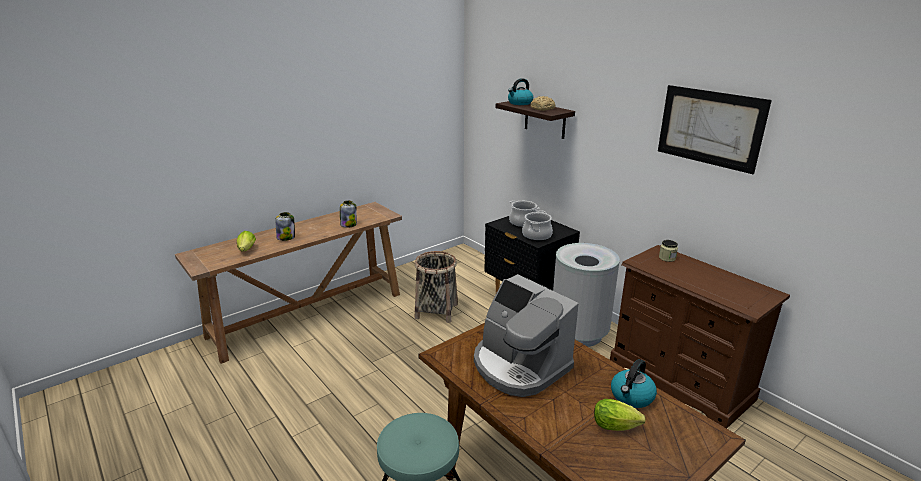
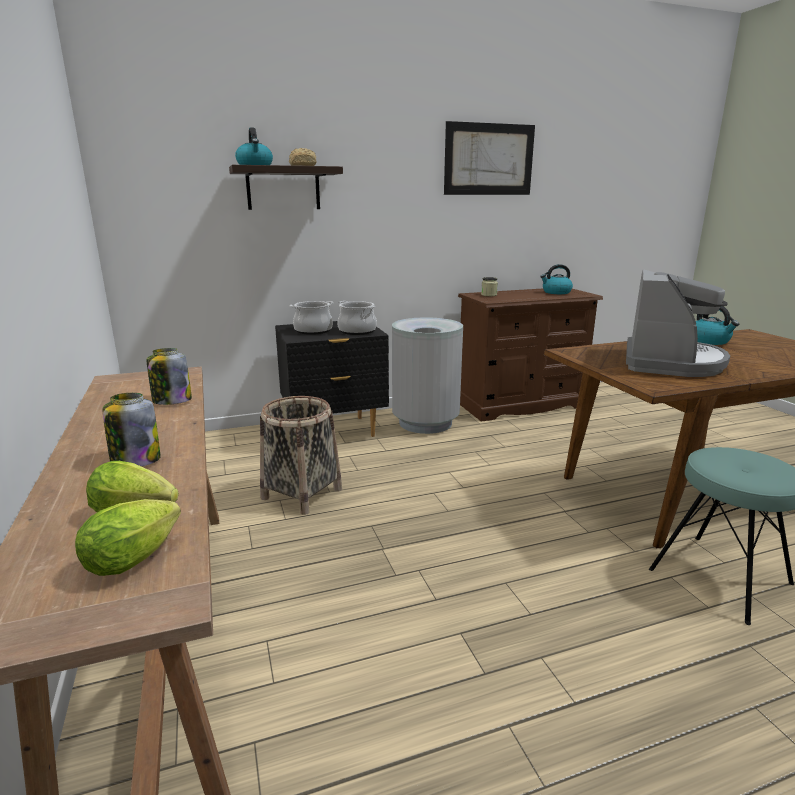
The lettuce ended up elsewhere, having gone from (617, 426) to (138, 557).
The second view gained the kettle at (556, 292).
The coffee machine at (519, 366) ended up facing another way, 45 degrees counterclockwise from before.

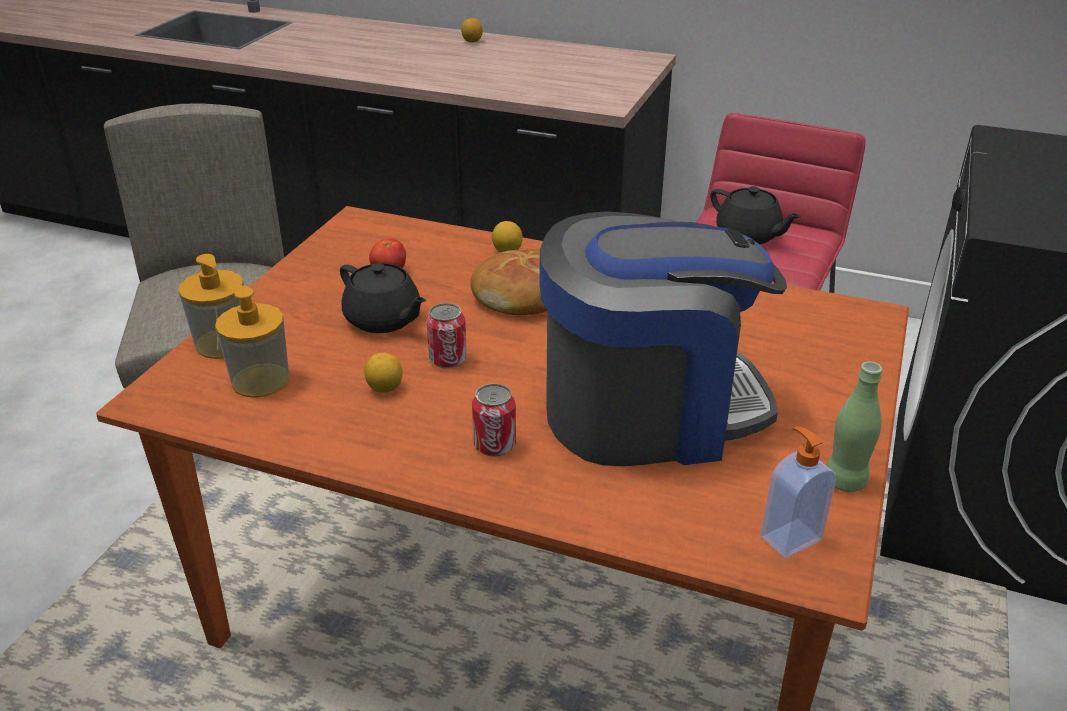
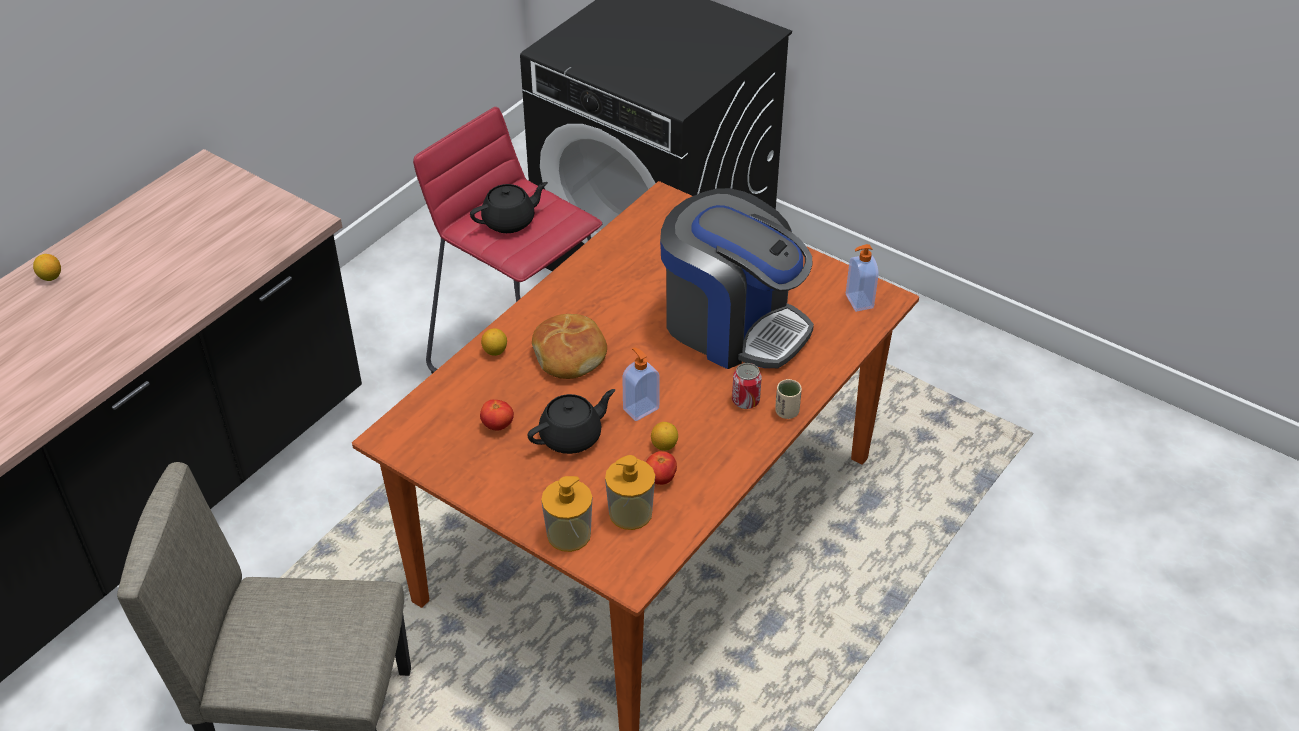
Where the can stood at (448, 359), the soap dispenser came to stand at (640, 408).
The second view gained the tomato at (660, 478).
The coffee machine at (649, 410) ended up facing another way, 120 degrees clockwise from before.
The second view gained the cup (beige) at (787, 412).
The second view lost the bottle (green) at (844, 481).

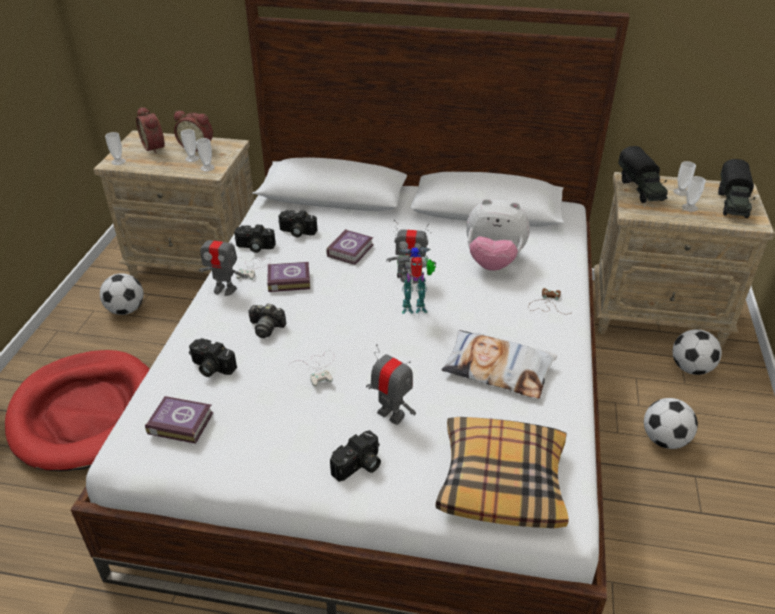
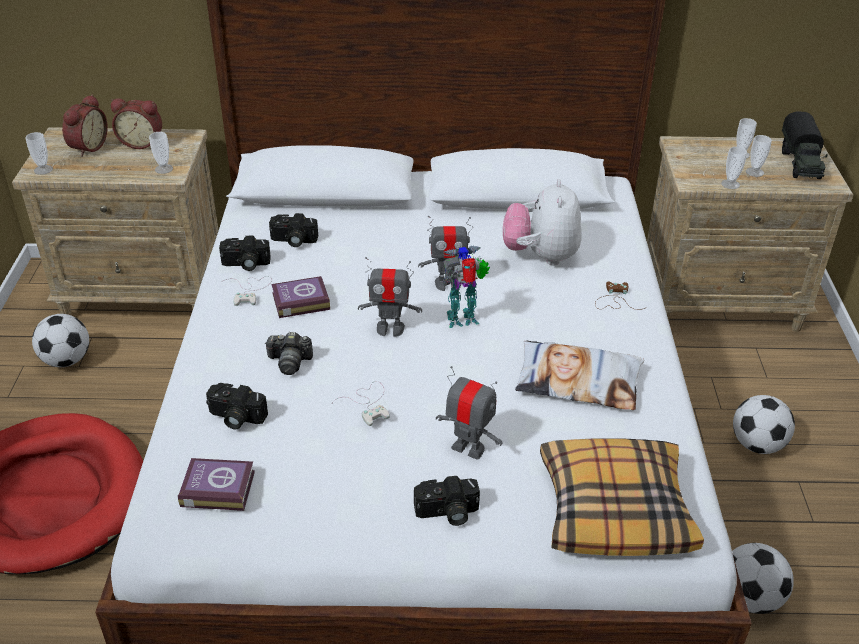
The alarm clock at (156, 147) ended up facing another way, 120 degrees counterclockwise from before.
The toy robot ended up elsewhere, having gone from (225, 289) to (390, 329).
The photo camera at (359, 467) ended up facing another way, 45 degrees clockwise from before.
The plush toy at (493, 262) ended up facing another way, 90 degrees clockwise from before.
The cup ended up elsewhere, having gone from (192, 158) to (730, 184).
The football ended up elsewhere, having gone from (691, 368) to (749, 598).
The second view lost the book at (351, 250).
The second view lost the toy truck at (640, 189).

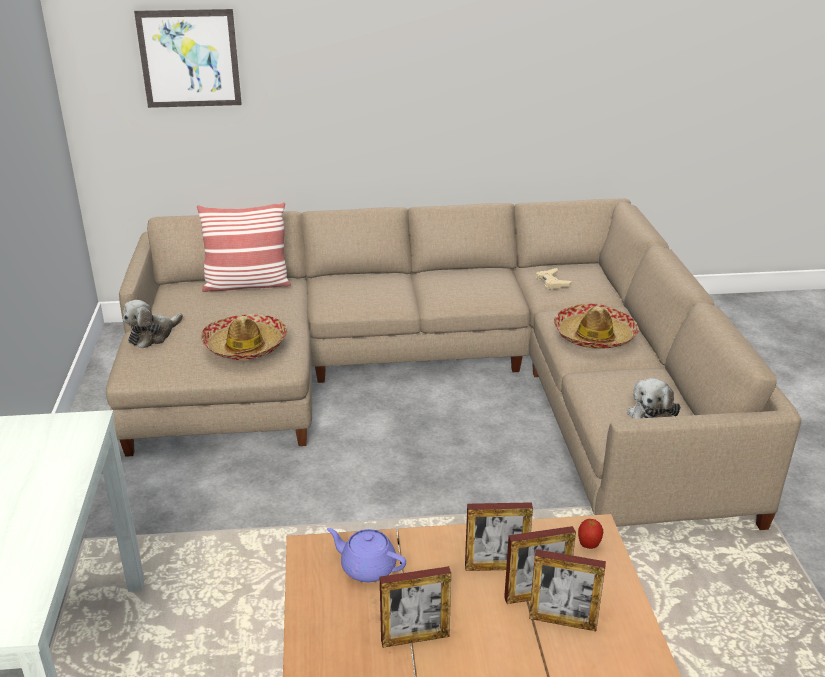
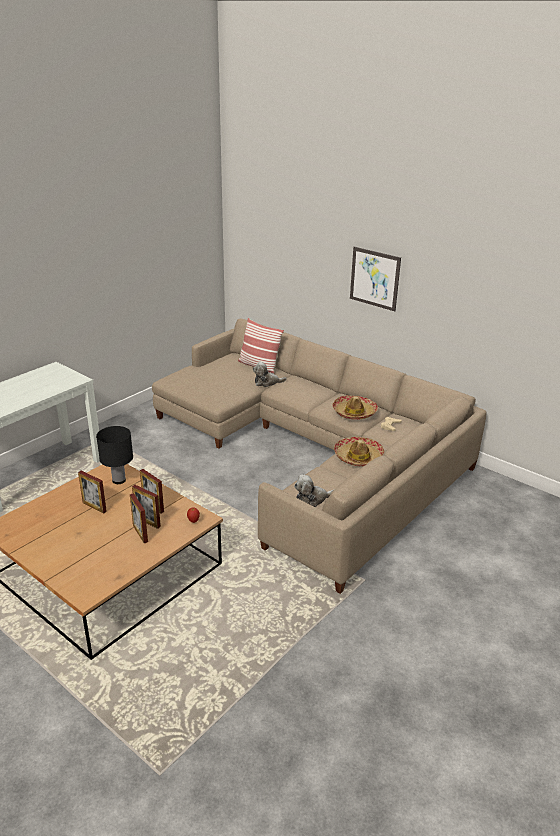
Where the teapot (purple) stood at (367, 567), the table lamp (black) came to stand at (118, 480).
The plush toy ended up elsewhere, having gone from (153, 335) to (267, 382).
The hat ended up elsewhere, having gone from (245, 346) to (354, 412).
The picture ended up elsewhere, having gone from (189, 59) to (374, 278).

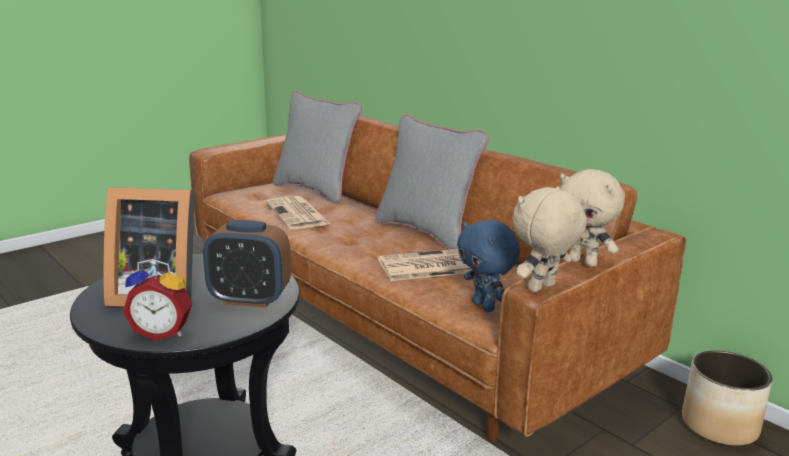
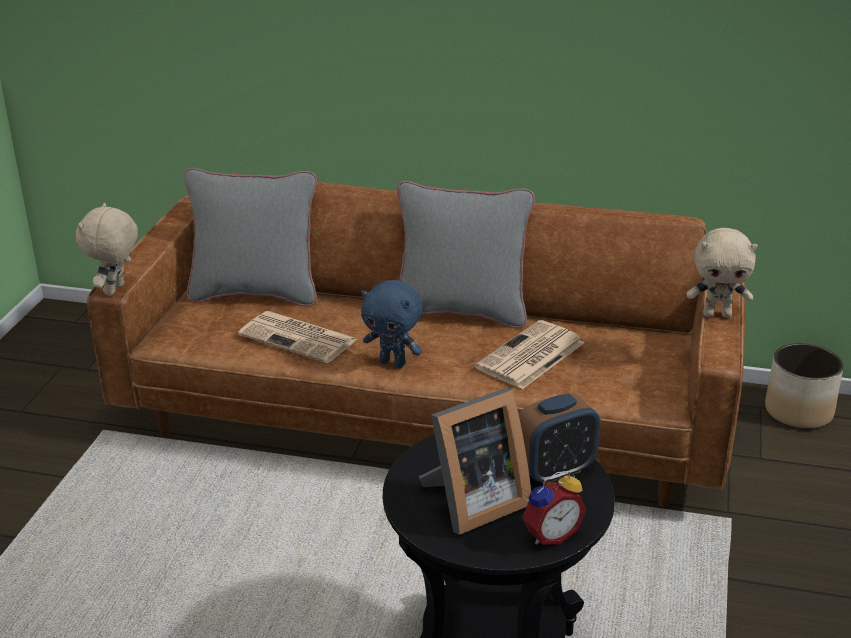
The plush toy (beige) ended up elsewhere, having gone from (542, 288) to (116, 290).
The plush toy (blue) ended up elsewhere, having gone from (485, 306) to (393, 363).

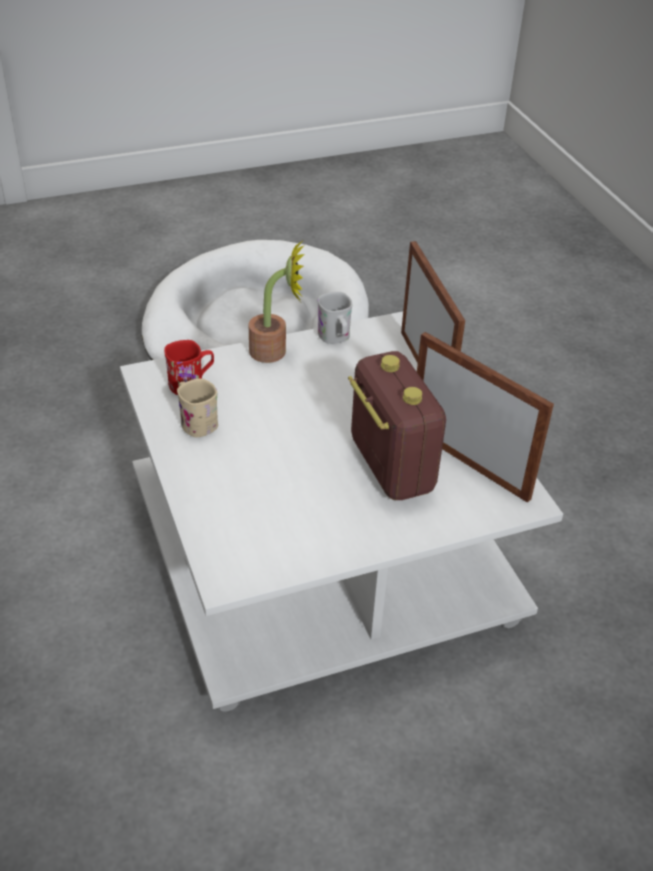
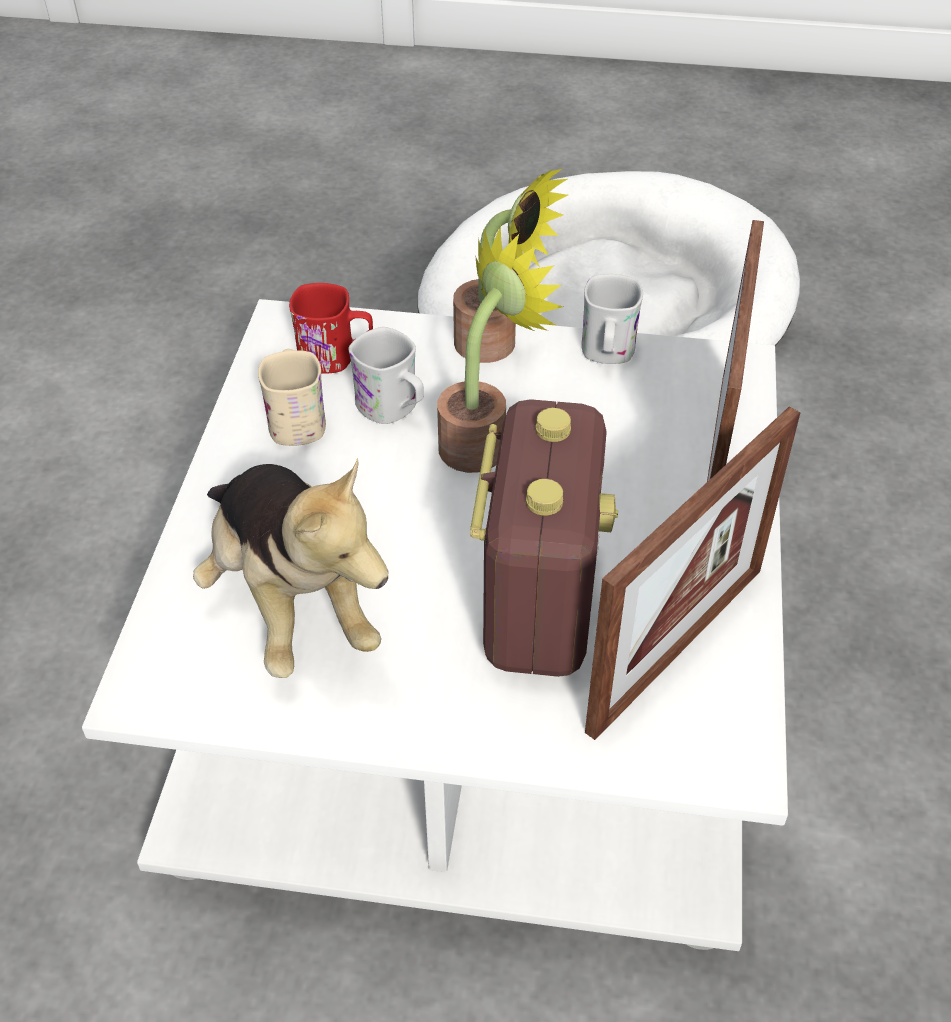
The second view gained the plush toy at (290, 601).
The second view gained the mug (white) at (393, 409).
The second view gained the potted plant at (482, 441).
The picture frame at (468, 463) ended up facing another way, 60 degrees clockwise from before.

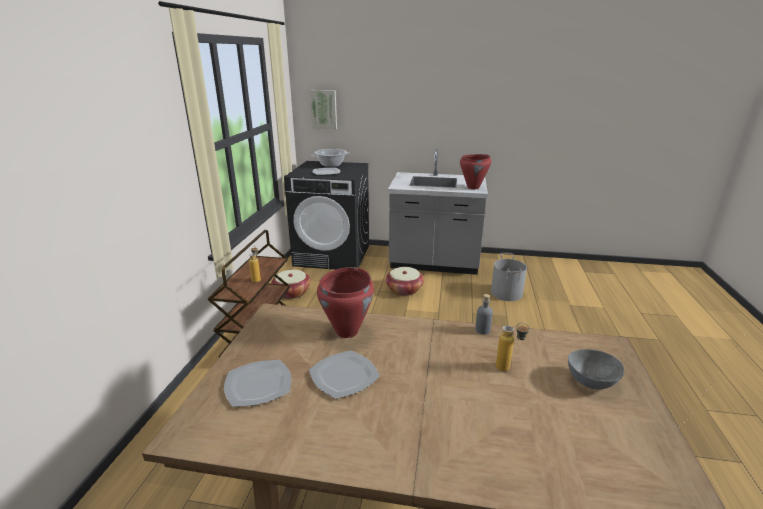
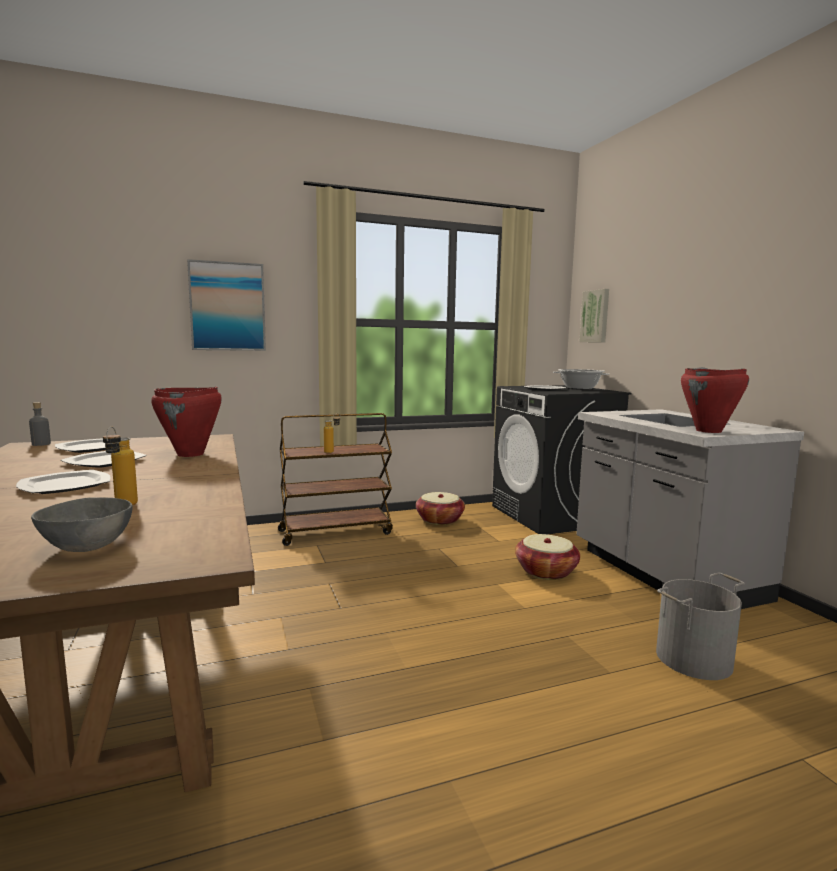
The second view gained the plate at (64, 485).
The bottle (grey) ended up elsewhere, having gone from (482, 330) to (41, 444).
The second view gained the picture at (227, 306).

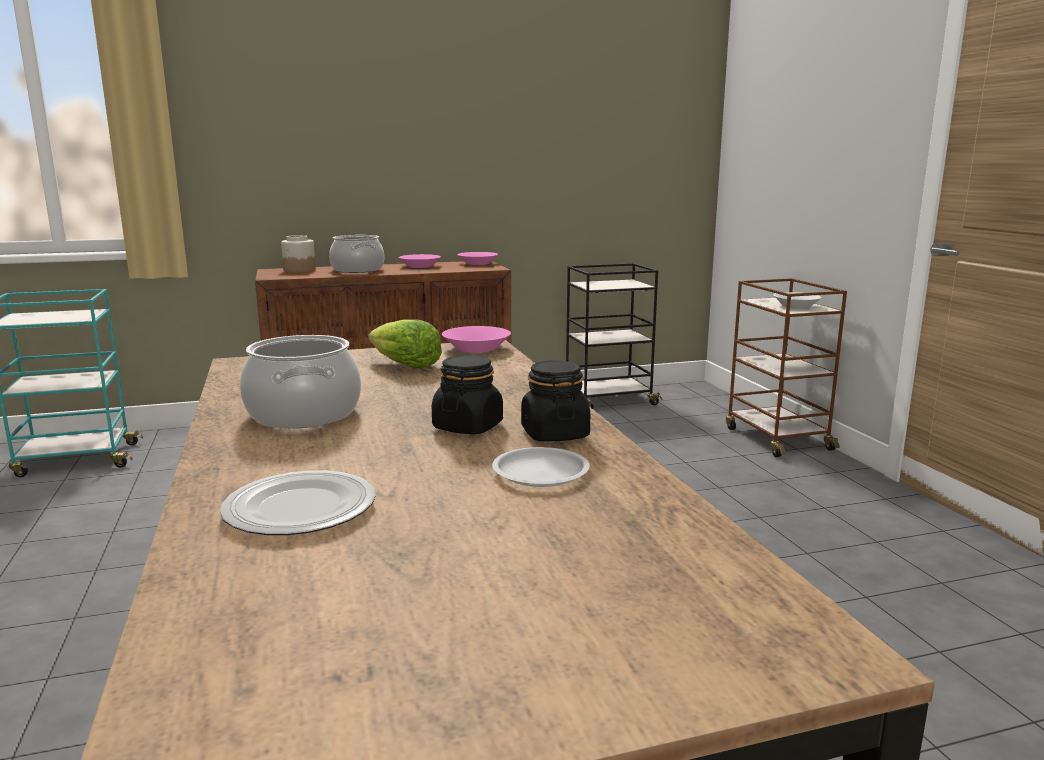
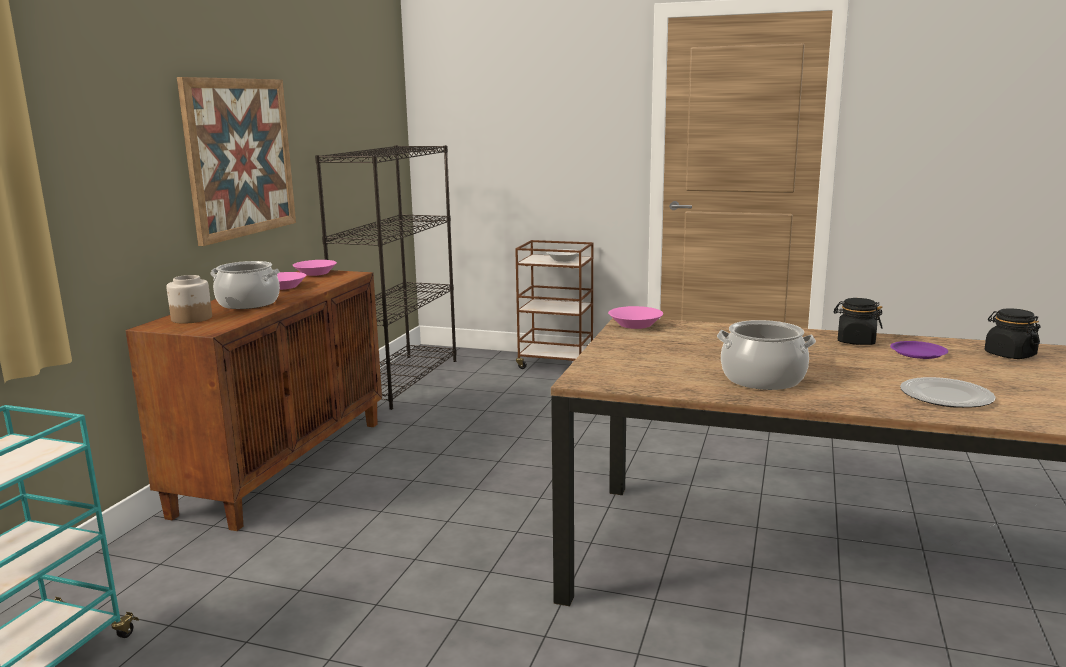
The second view gained the picture at (240, 157).
Where the cart (black) stood at (609, 400), the bookcase (black) came to stand at (400, 380).
What was the plate (white) at (539, 473) turned into the plate (purple) at (918, 353).
The jar (black) ended up elsewhere, having gone from (468, 427) to (1009, 355).
The second view lost the lettuce at (404, 365).

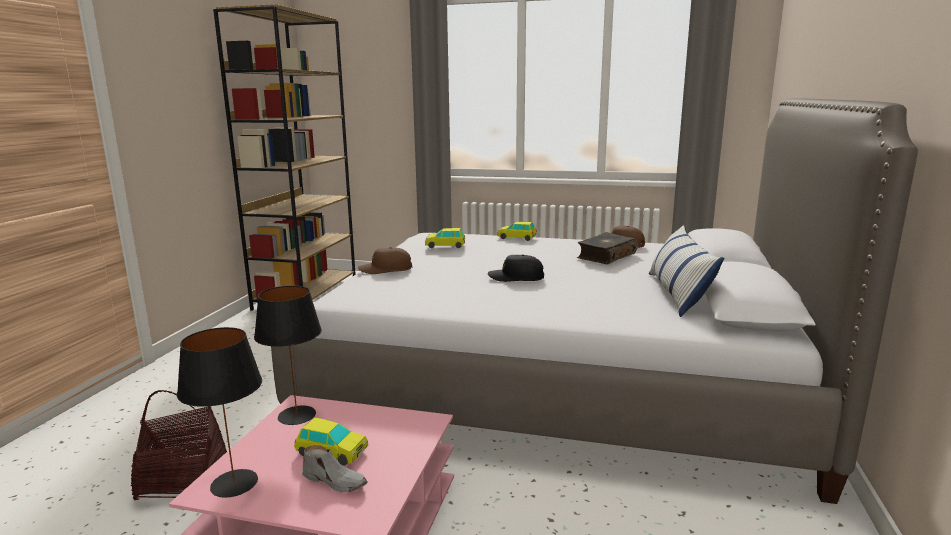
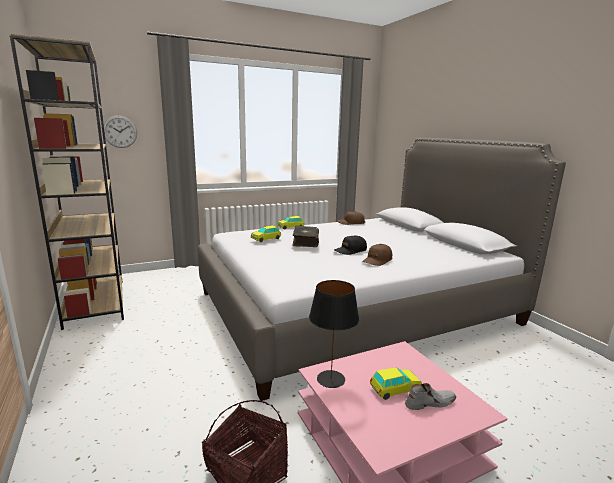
The second view gained the wall clock at (120, 131).
The book ended up elsewhere, having gone from (605, 256) to (305, 241).
The cap (brown) ended up elsewhere, having gone from (385, 269) to (377, 260).
The second view lost the table lamp (black) at (234, 484).
The second view lost the pillow at (678, 293).

